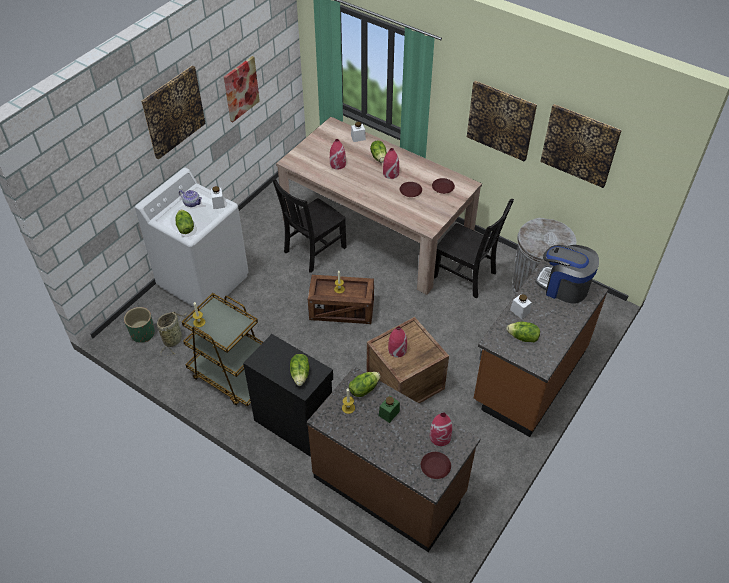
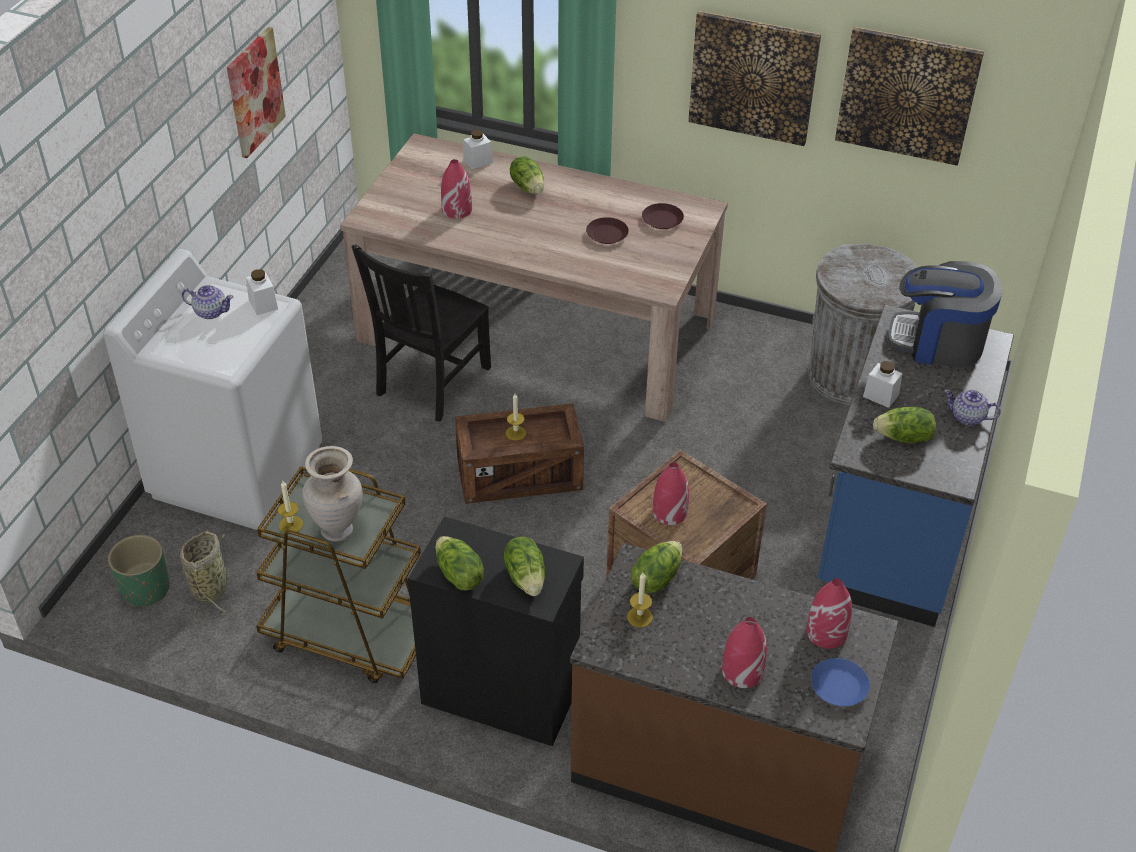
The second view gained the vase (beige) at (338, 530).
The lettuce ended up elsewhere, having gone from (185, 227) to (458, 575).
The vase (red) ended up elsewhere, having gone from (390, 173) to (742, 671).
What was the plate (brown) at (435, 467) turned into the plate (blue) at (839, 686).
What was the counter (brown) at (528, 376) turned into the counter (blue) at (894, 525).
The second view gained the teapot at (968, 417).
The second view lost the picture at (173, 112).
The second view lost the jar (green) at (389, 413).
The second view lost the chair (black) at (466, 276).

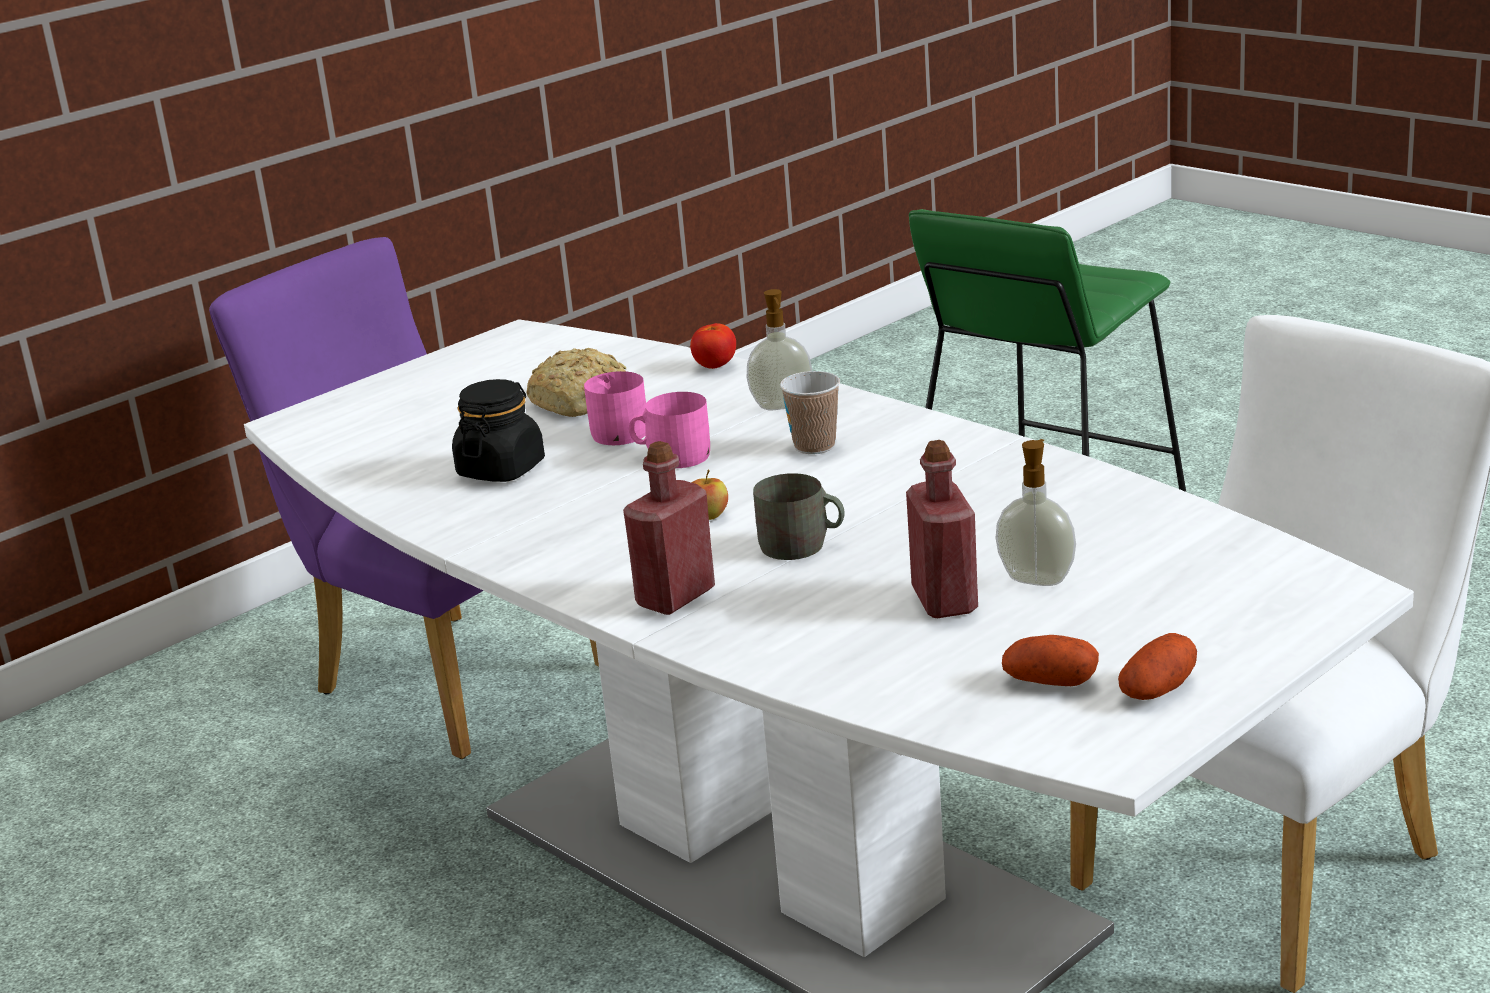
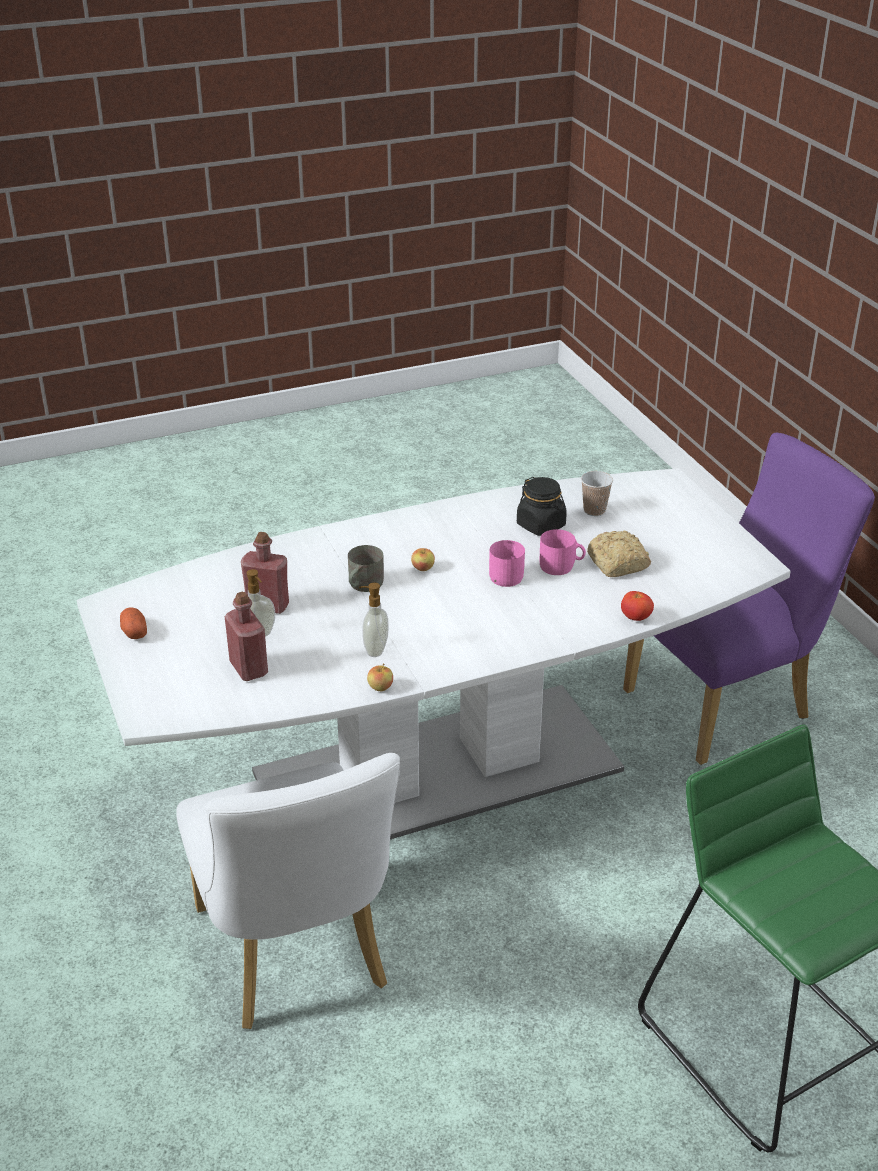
The bottle (red) ended up elsewhere, having gone from (675, 597) to (249, 668).
The soap dispenser ended up elsewhere, having gone from (782, 406) to (374, 649).
The second view gained the apple at (380, 687).
The cup ended up elsewhere, having gone from (814, 446) to (594, 510).
The second view lost the potato at (1049, 682).

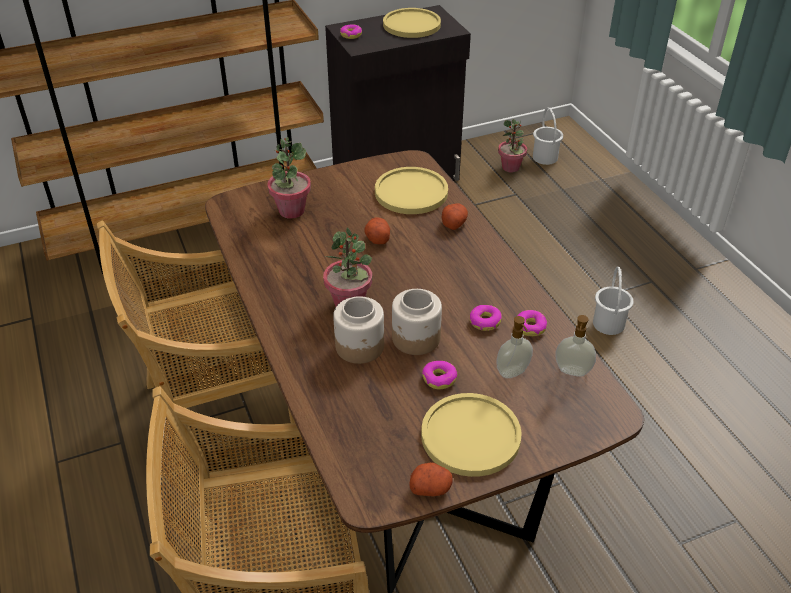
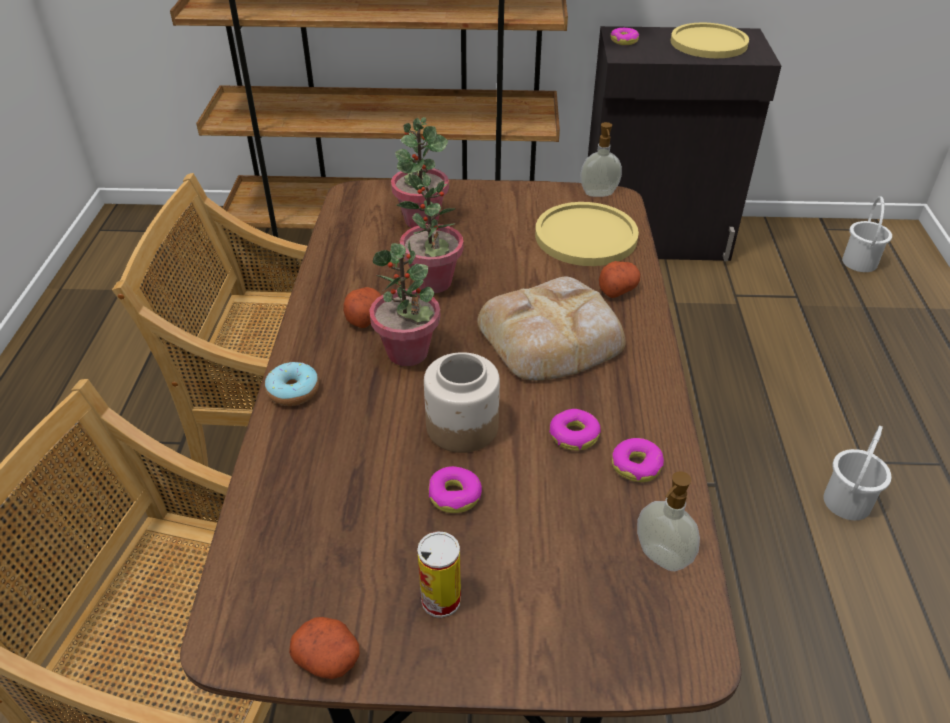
The second view gained the donut at (293, 391).
The potato ended up elsewhere, having gone from (377, 238) to (364, 317).
The potted plant ended up elsewhere, having gone from (510, 167) to (433, 282).
Where the plate (yellow) stood at (470, 436), the can came to stand at (441, 600).
The second view gained the bread at (553, 337).
The soap dispenser ended up elsewhere, having gone from (513, 373) to (599, 194).
The second view lost the jar at (360, 346).

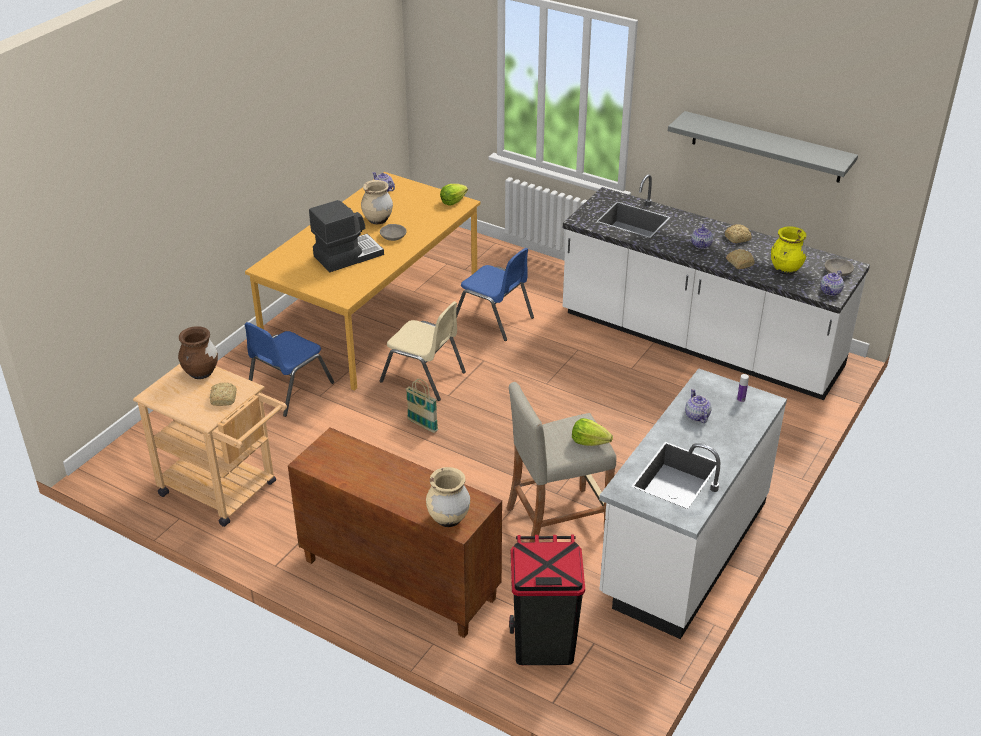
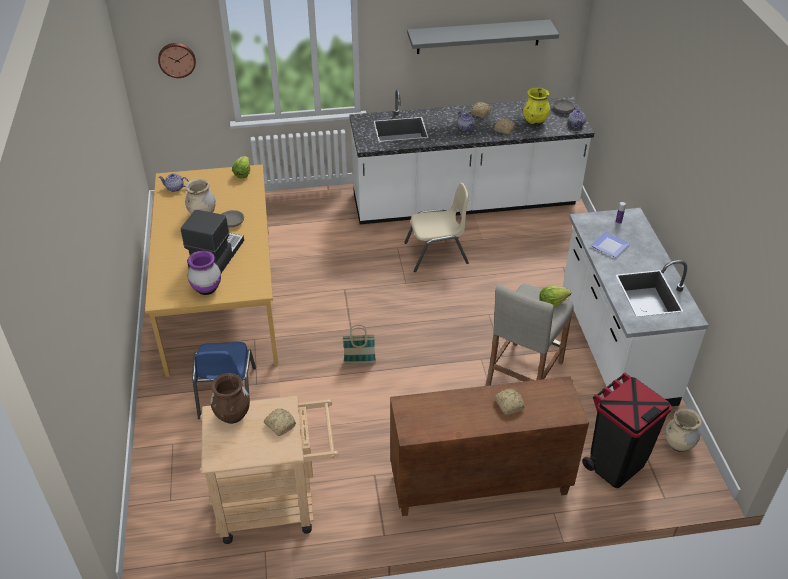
The second view gained the wall clock at (177, 59).
The second view gained the vase (purple) at (206, 289).
The chair (beige) ended up elsewhere, having gone from (423, 377) to (436, 254).
The second view gained the bread at (509, 404).
Where the teapot stood at (697, 416), the plate came to stand at (610, 247).
The vase (beige) ended up elsewhere, having gone from (448, 519) to (678, 444).
The second view lost the chair (blue) at (494, 319).

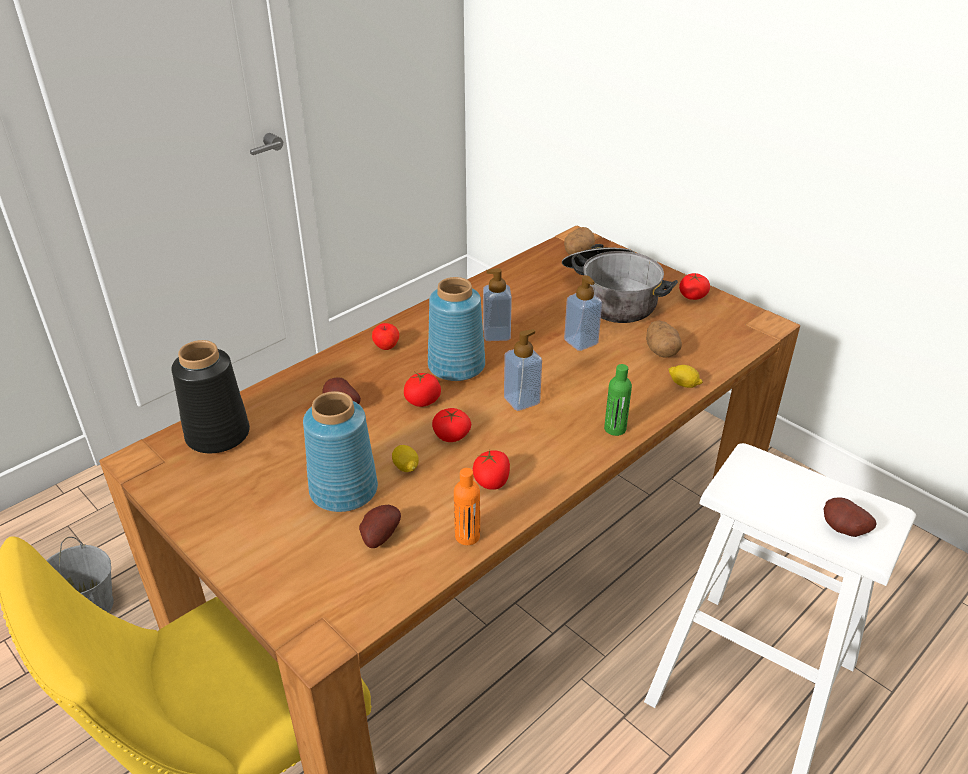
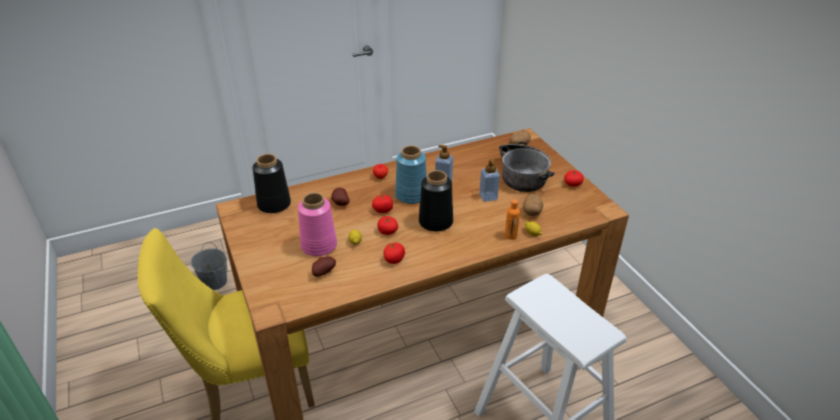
What was the vase (blue) at (345, 490) turned into the vase (pink) at (319, 246).
Where the soap dispenser stood at (521, 400), the vase (black) came to stand at (435, 221).
The bottle (orange) ended up elsewhere, having gone from (467, 536) to (510, 236).
The second view lost the bottle (green) at (615, 429).
The second view lost the potato at (843, 531).

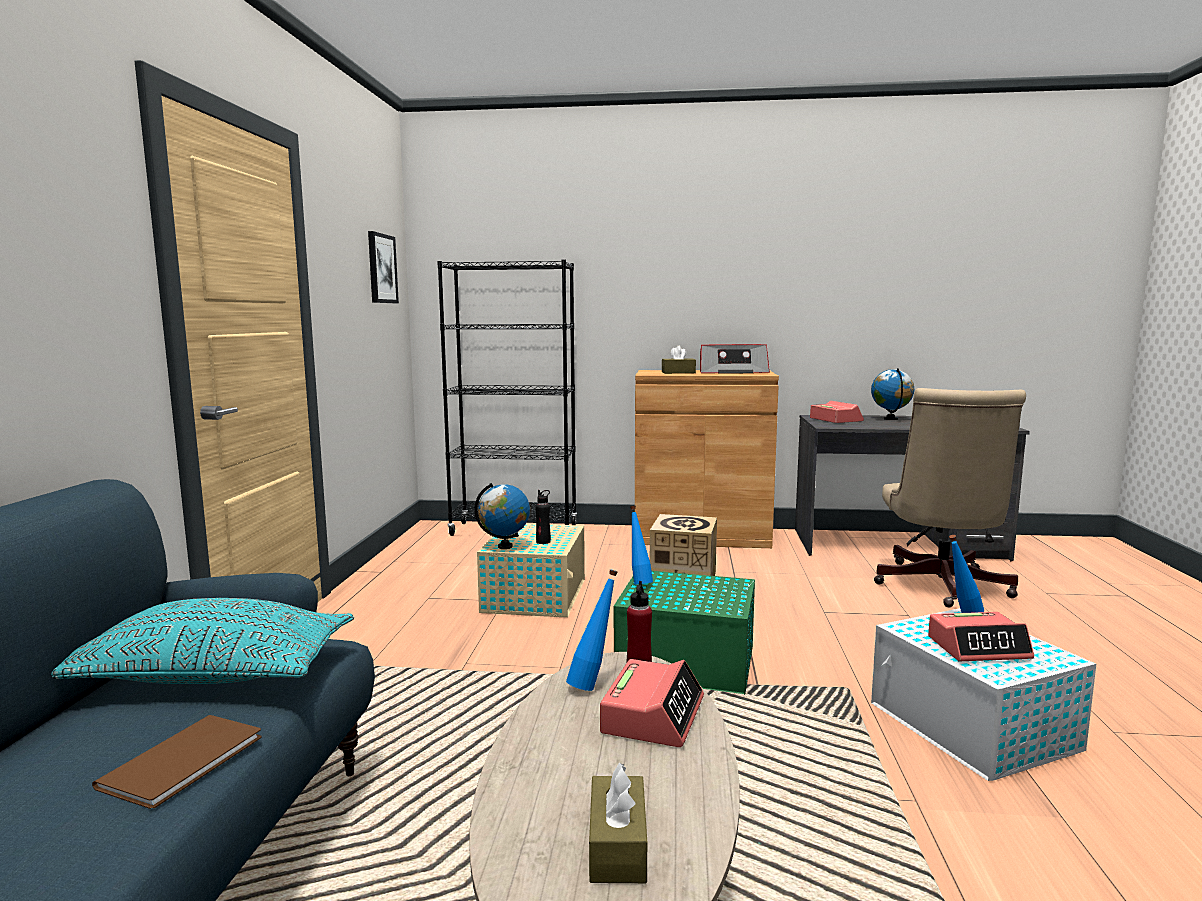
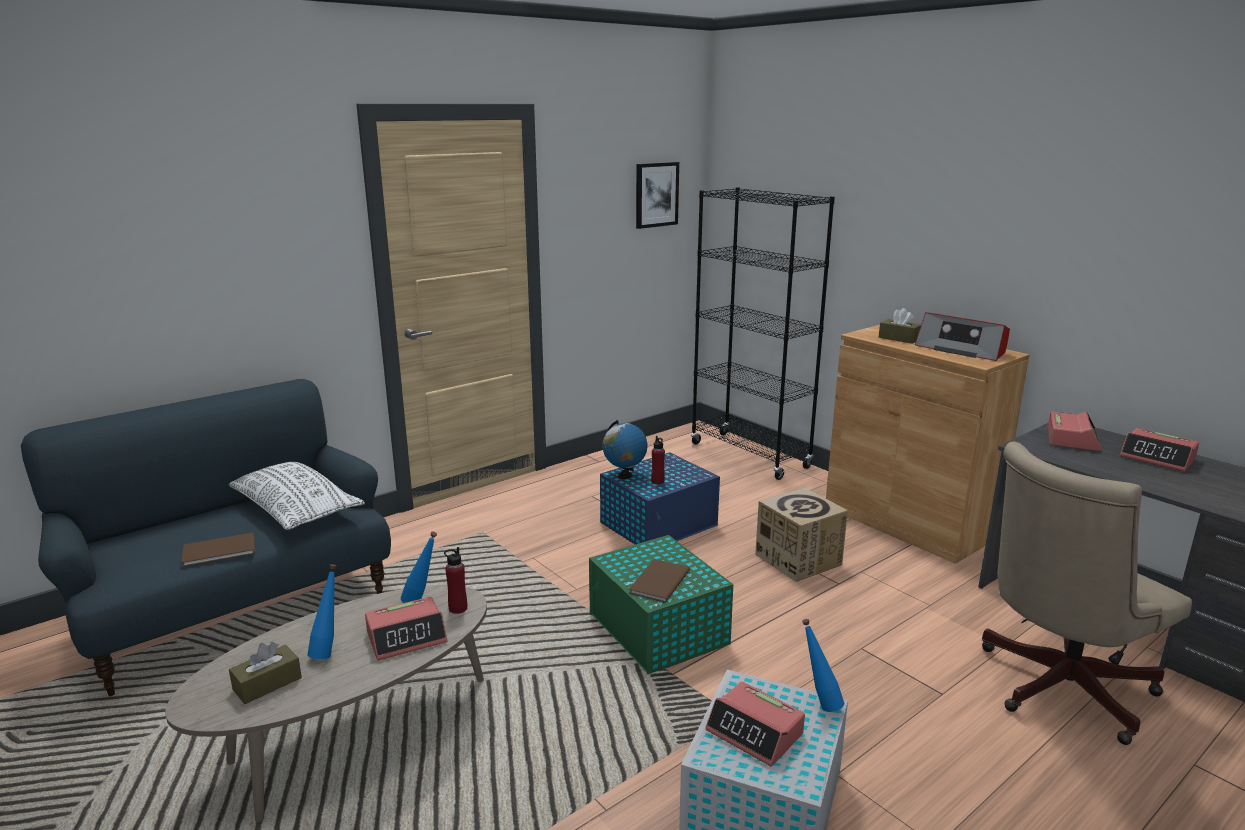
What was the pillow (turquoise) at (210, 674) turned into the pillow (white) at (295, 509).
The bottle (blue) ended up elsewhere, having gone from (639, 583) to (329, 651).
What was the storage box (beige) at (535, 595) turned into the storage box (blue) at (660, 524).
The second view gained the book (brown) at (657, 582).
What was the bottle (black) at (543, 542) turned into the bottle (red) at (657, 481).
Where the globe stood at (890, 419), the alarm clock came to stand at (1157, 458).

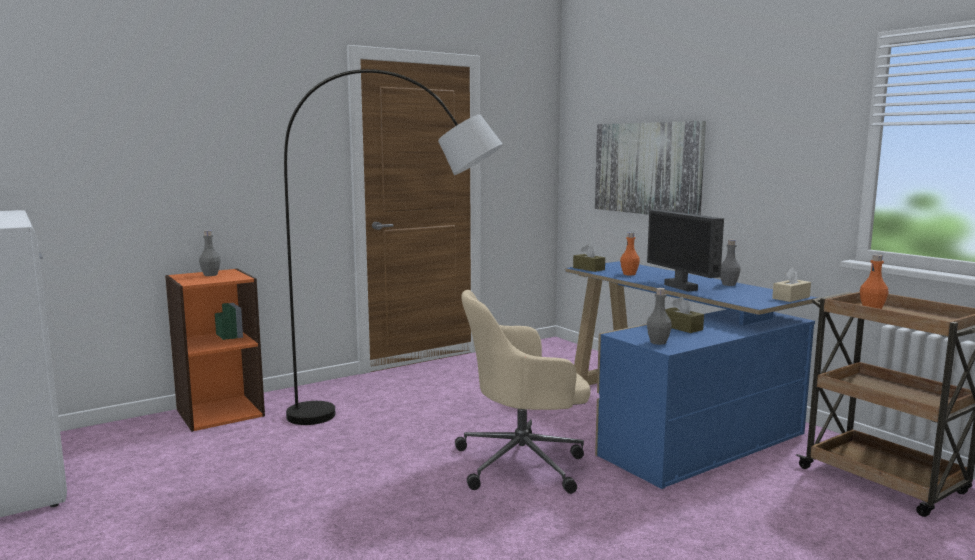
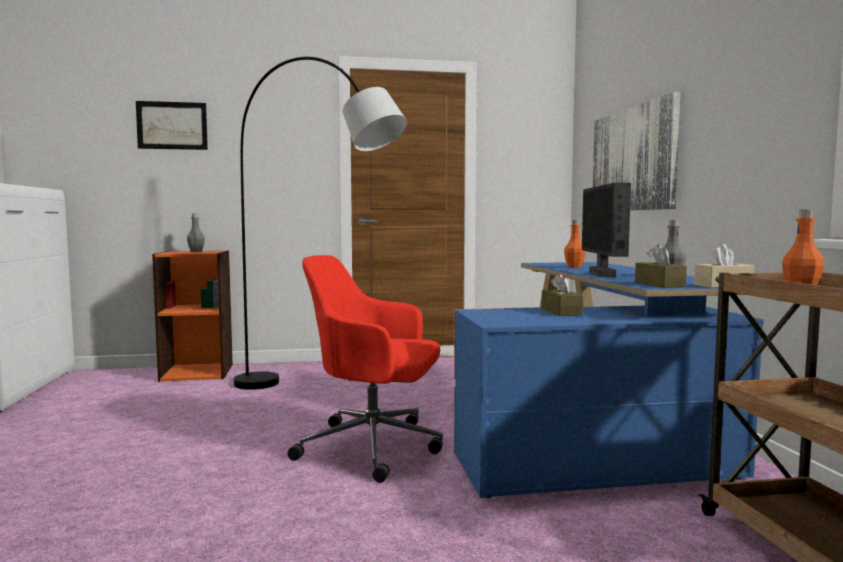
The second view gained the picture at (172, 125).
What was the office chair (beige) at (523, 463) turned into the office chair (red) at (374, 447).
The tissue box (brown) ended up elsewhere, having gone from (588, 269) to (659, 284).
The second view lost the bottle (grey) at (658, 342).

